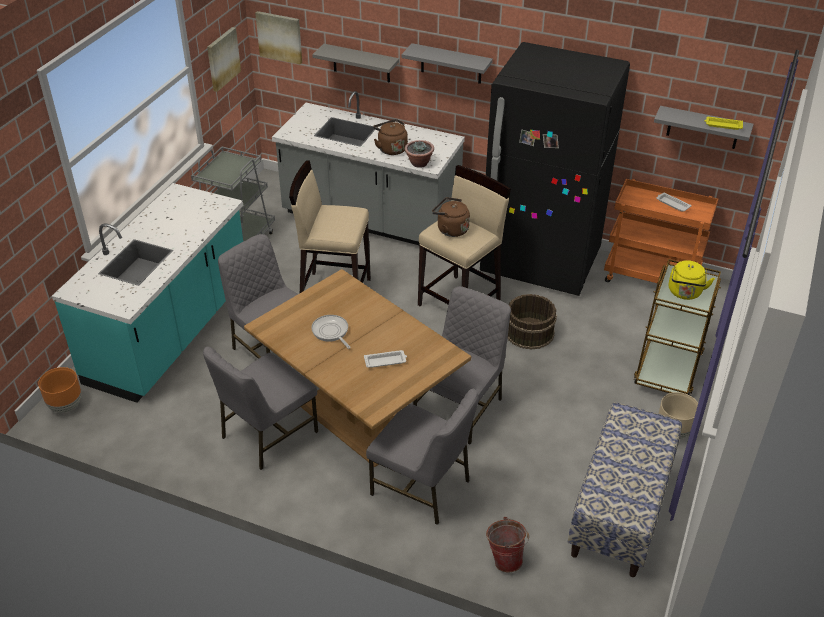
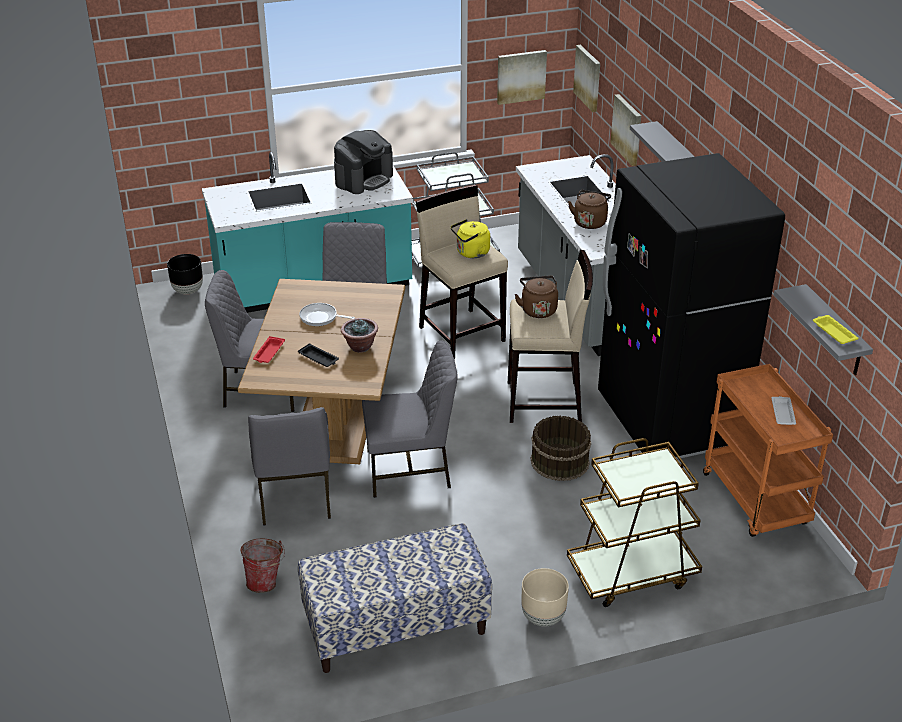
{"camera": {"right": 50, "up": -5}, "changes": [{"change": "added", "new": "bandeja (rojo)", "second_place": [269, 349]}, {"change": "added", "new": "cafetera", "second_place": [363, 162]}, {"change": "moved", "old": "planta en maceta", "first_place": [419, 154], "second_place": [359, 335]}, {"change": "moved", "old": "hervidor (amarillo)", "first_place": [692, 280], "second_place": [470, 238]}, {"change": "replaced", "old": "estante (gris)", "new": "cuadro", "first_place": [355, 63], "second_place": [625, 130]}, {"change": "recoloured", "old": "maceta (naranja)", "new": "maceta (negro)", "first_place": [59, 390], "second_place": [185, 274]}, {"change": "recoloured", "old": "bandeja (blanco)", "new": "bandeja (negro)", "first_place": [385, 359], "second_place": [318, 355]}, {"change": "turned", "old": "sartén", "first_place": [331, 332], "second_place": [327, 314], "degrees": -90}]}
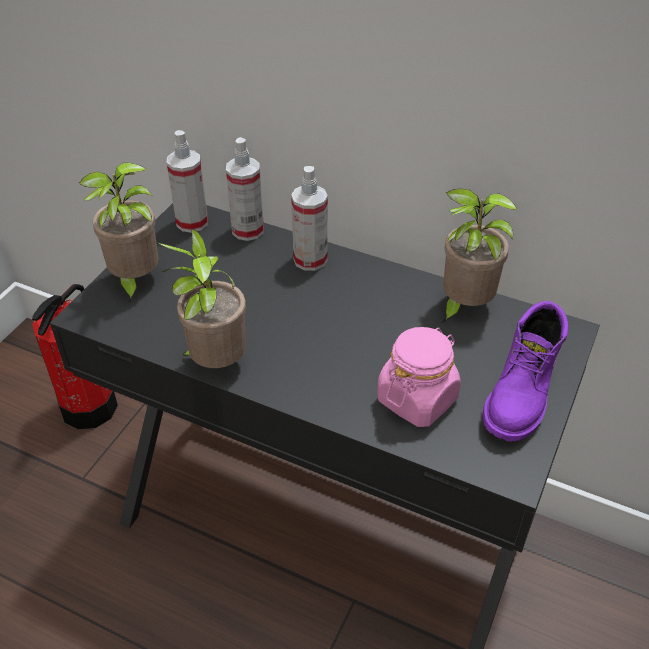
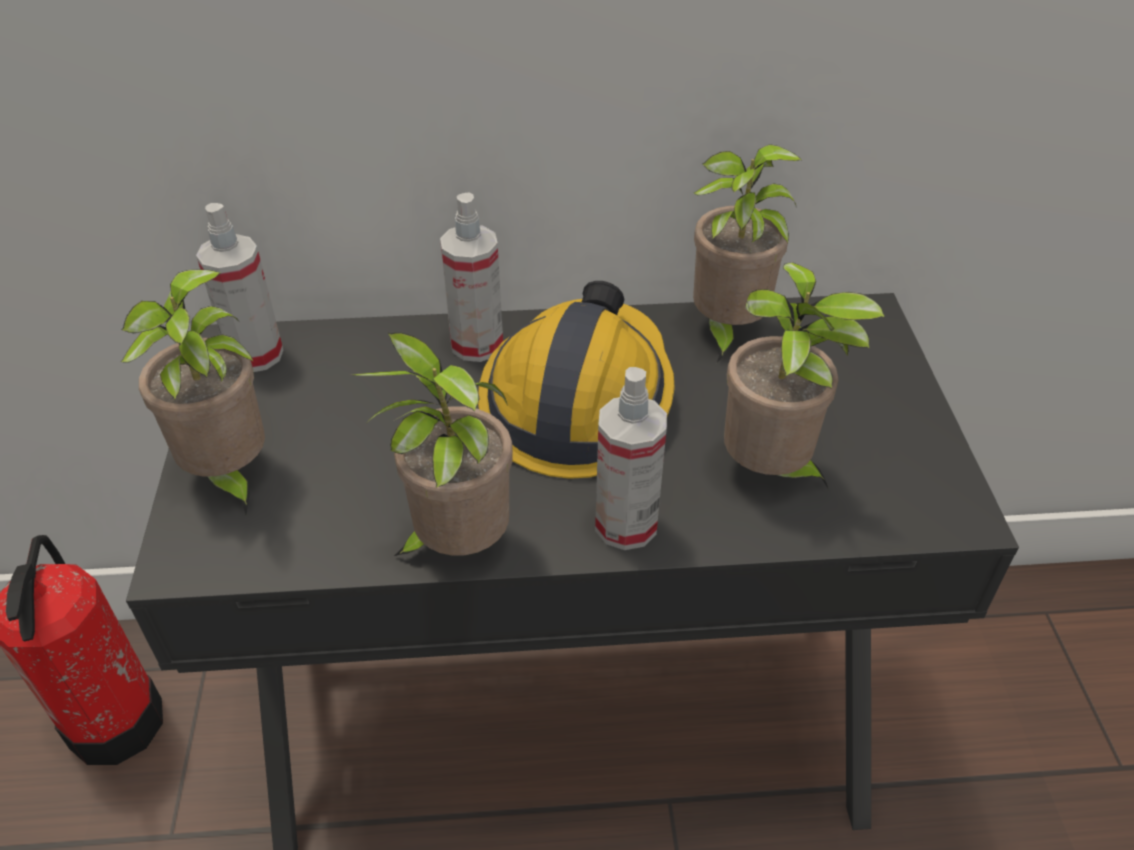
{"camera": {"right": -30, "up": 0}, "changes": [{"change": "removed", "old": "bota (morado)", "first_place": [526, 371]}, {"change": "added", "new": "casco", "second_place": [576, 380]}, {"change": "moved", "old": "pulverizador", "first_place": [245, 189], "second_place": [631, 458]}, {"change": "replaced", "old": "tarro (rosa)", "new": "planta en maceta", "first_place": [419, 377], "second_place": [804, 375]}]}
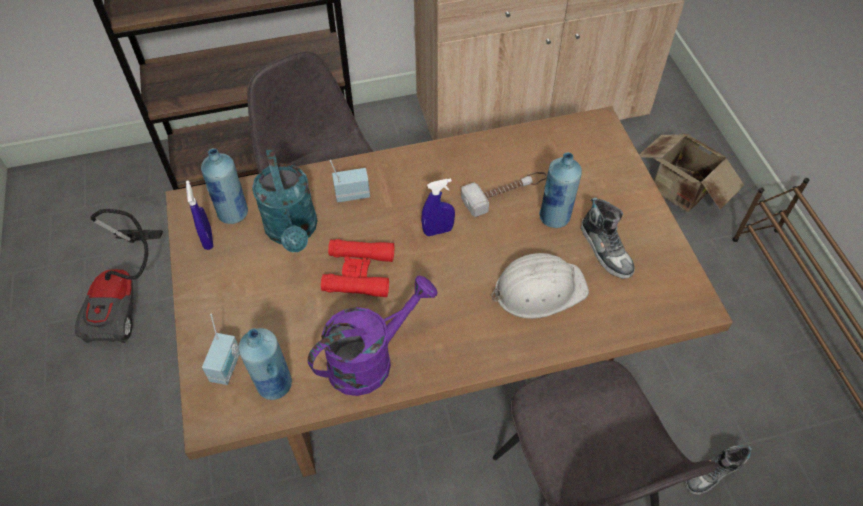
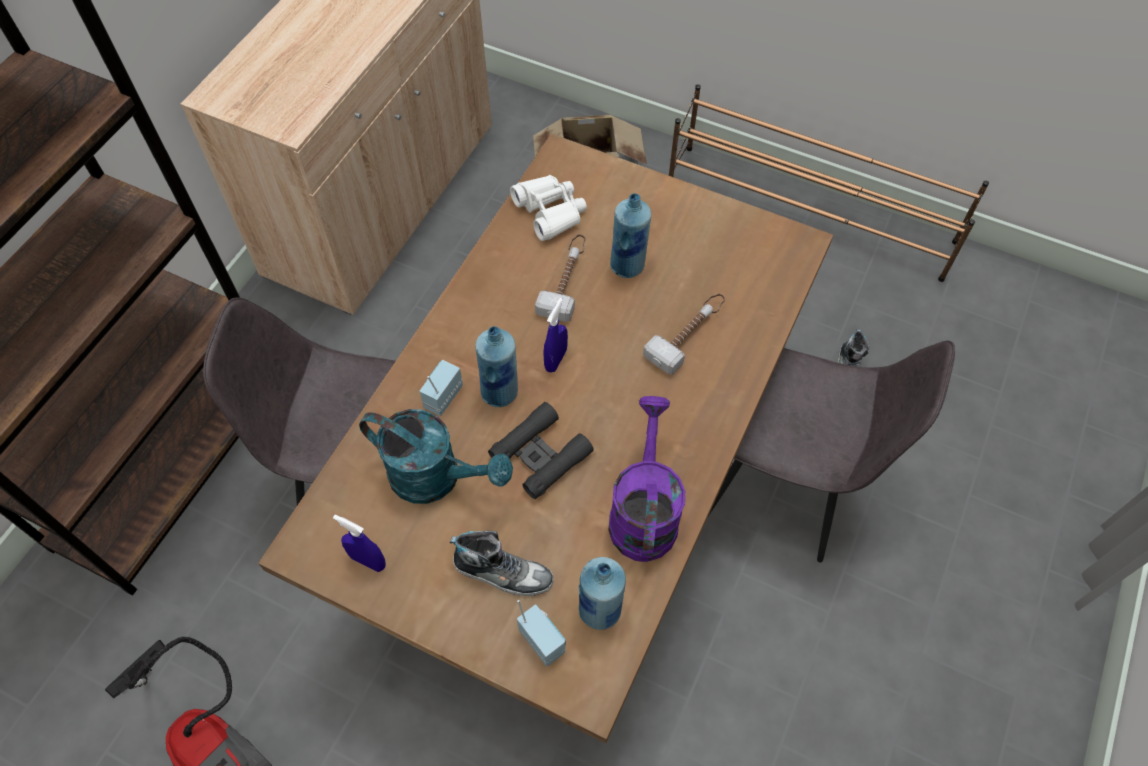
{"camera": {"right": -50, "up": 5}, "changes": [{"change": "added", "new": "prismáticos (blanco)", "second_place": [548, 208]}, {"change": "moved", "old": "botella (azul)", "first_place": [224, 186], "second_place": [496, 366]}, {"change": "moved", "old": "zapato", "first_place": [608, 238], "second_place": [501, 563]}, {"change": "replaced", "old": "casco (blanco)", "new": "martillo", "first_place": [540, 286], "second_place": [684, 334]}, {"change": "recoloured", "old": "prismáticos (rojo)", "new": "prismáticos (negro)", "first_place": [357, 268], "second_place": [541, 450]}]}
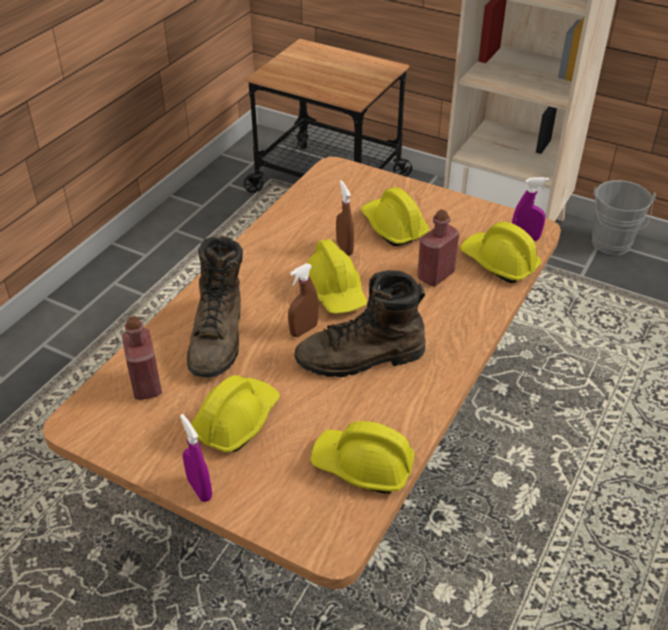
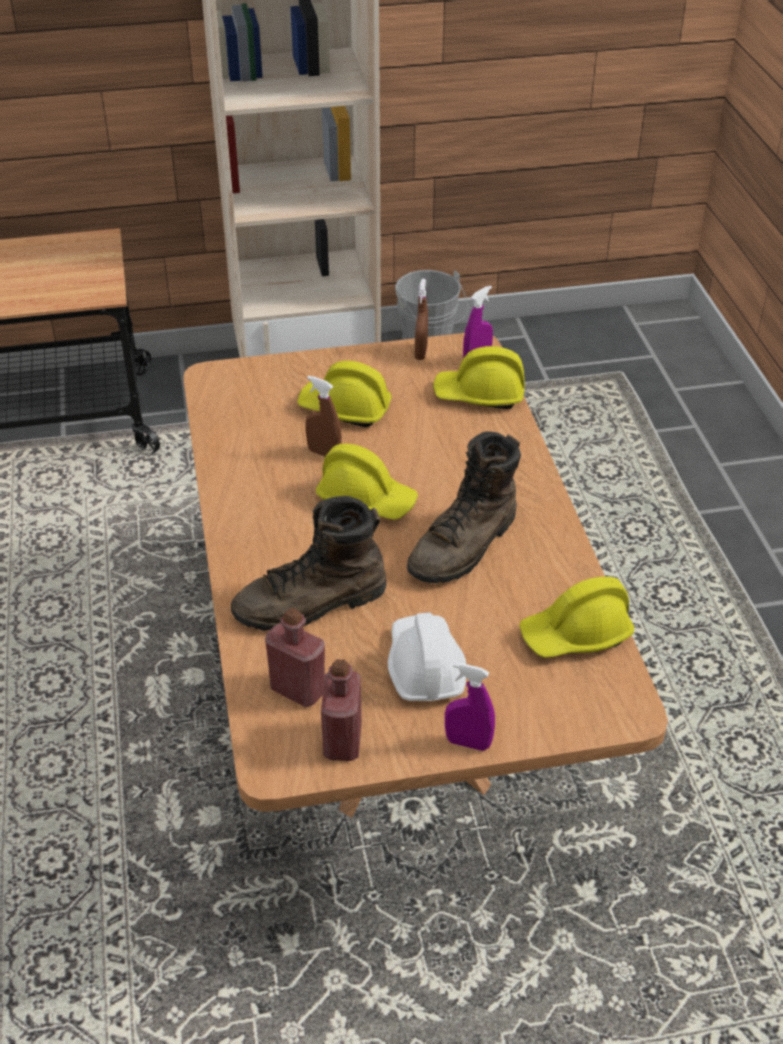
{"camera": {"right": -40, "up": 0}, "changes": [{"change": "moved", "old": "pulverizador (marrón)", "first_place": [303, 300], "second_place": [421, 319]}, {"change": "moved", "old": "botella (rojo)", "first_place": [438, 247], "second_place": [341, 710]}, {"change": "recoloured", "old": "casco (amarillo)", "new": "casco (blanco)", "first_place": [235, 413], "second_place": [427, 656]}, {"change": "turned", "old": "bota (marrón)", "first_place": [215, 307], "second_place": [308, 563], "degrees": 105}]}
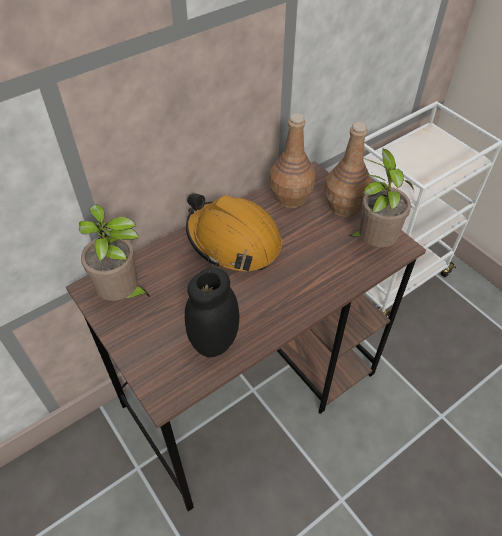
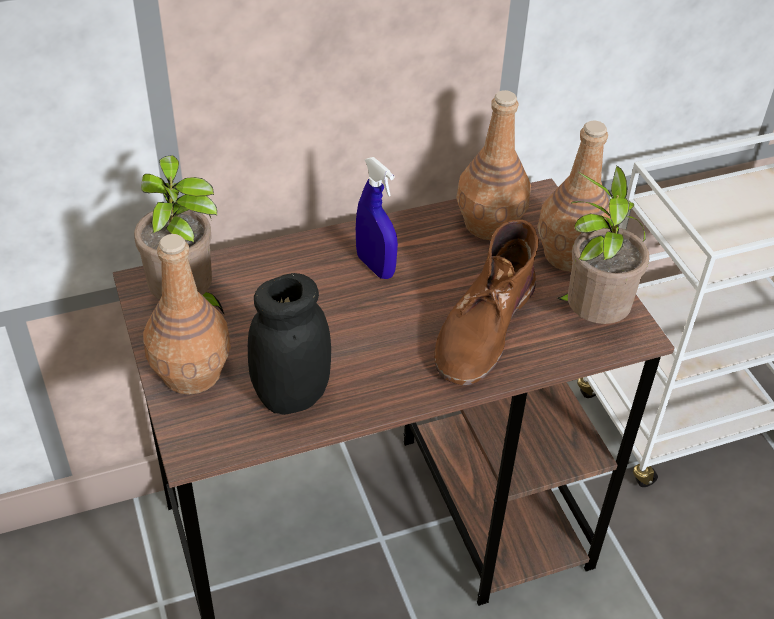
{"camera": {"right": 15, "up": -5}, "changes": [{"change": "added", "new": "botella (marrón)", "second_place": [187, 314]}, {"change": "added", "new": "bota (marrón)", "second_place": [486, 302]}, {"change": "replaced", "old": "casco (naranja)", "new": "pulverizador (azul)", "first_place": [234, 232], "second_place": [377, 218]}]}
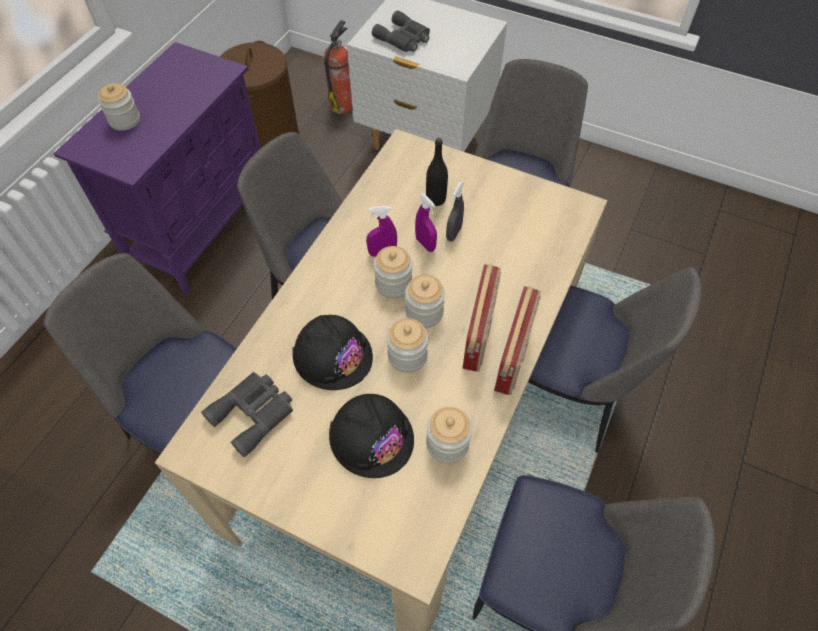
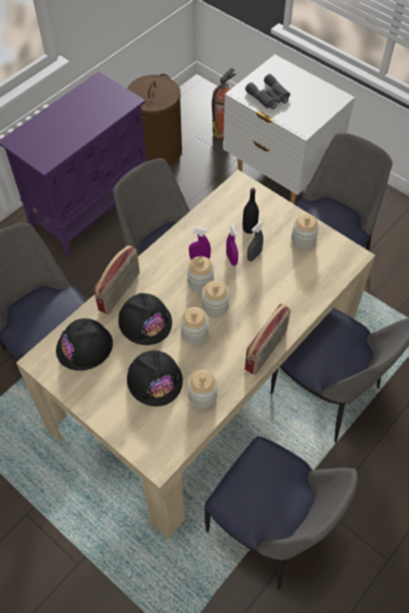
{"camera": {"right": 15, "up": 0}, "changes": [{"change": "moved", "old": "tarro", "first_place": [119, 107], "second_place": [305, 232]}, {"change": "moved", "old": "radio", "first_place": [481, 318], "second_place": [117, 280]}, {"change": "replaced", "old": "prismáticos (gris)", "new": "casco (negro)", "first_place": [247, 414], "second_place": [84, 344]}]}
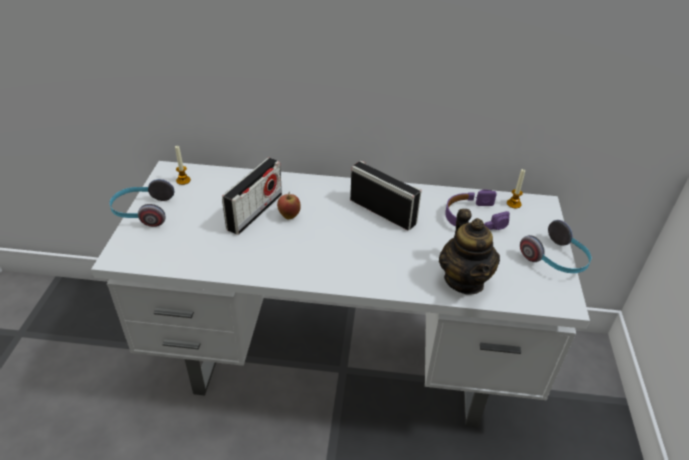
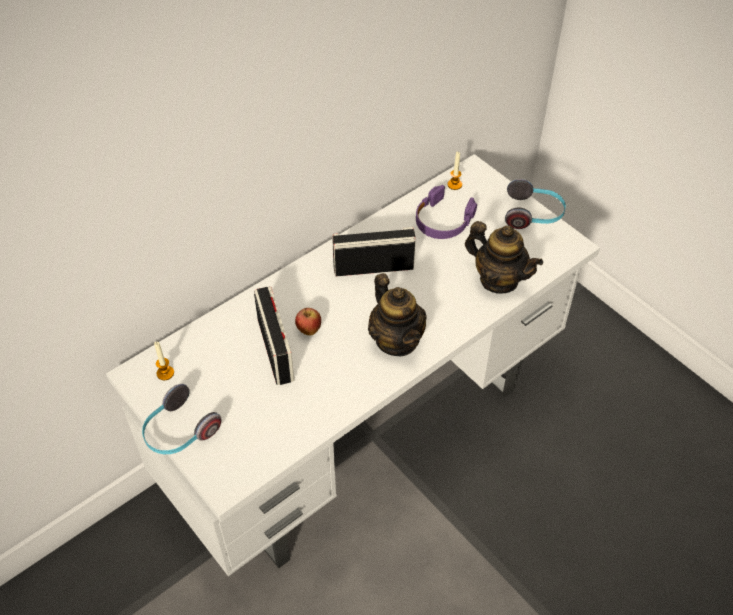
{"camera": {"right": -45, "up": 10}, "changes": [{"change": "added", "new": "tetera", "second_place": [397, 314]}]}
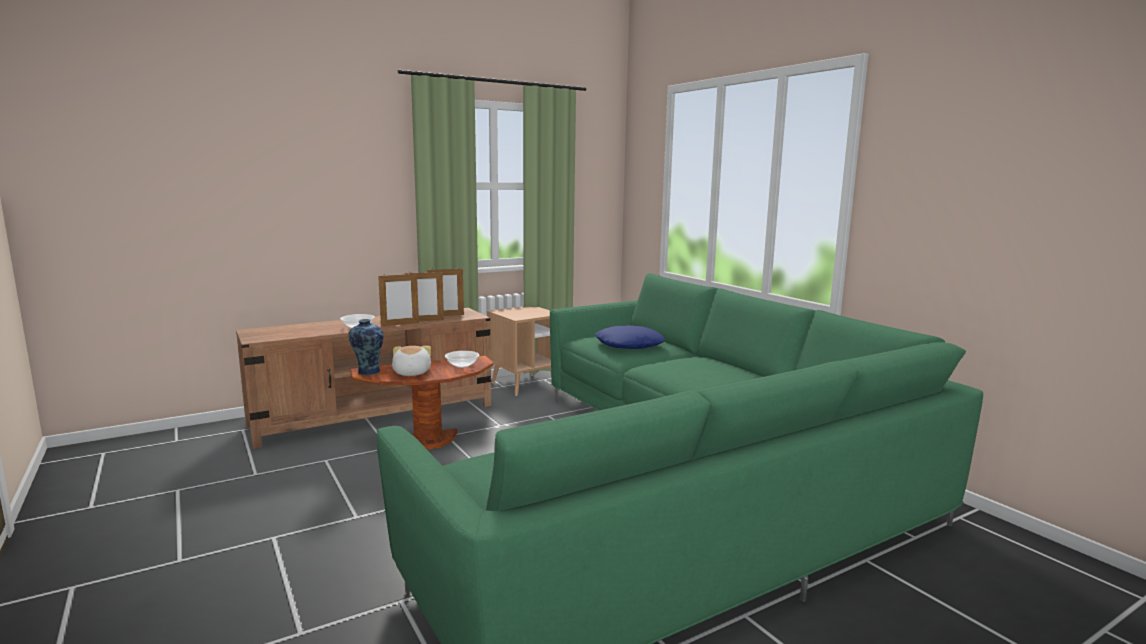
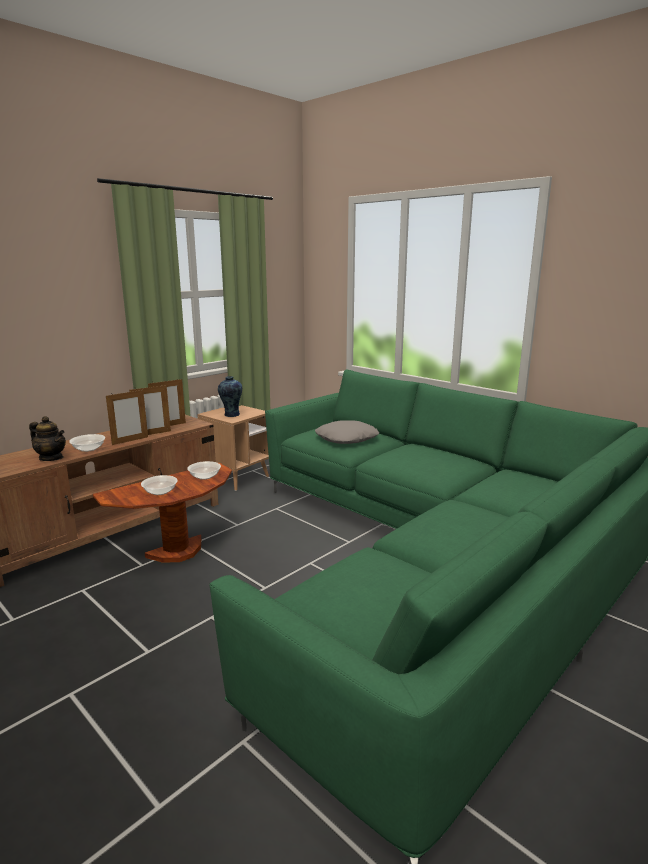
{"camera": {"right": -15, "up": 5}, "changes": [{"change": "added", "new": "tetera", "second_place": [47, 438]}, {"change": "moved", "old": "florero", "first_place": [366, 347], "second_place": [230, 396]}, {"change": "replaced", "old": "peluche", "new": "cuenco", "first_place": [411, 361], "second_place": [159, 485]}, {"change": "recoloured", "old": "cojín (azul)", "new": "cojín (gris)", "first_place": [630, 337], "second_place": [347, 432]}]}
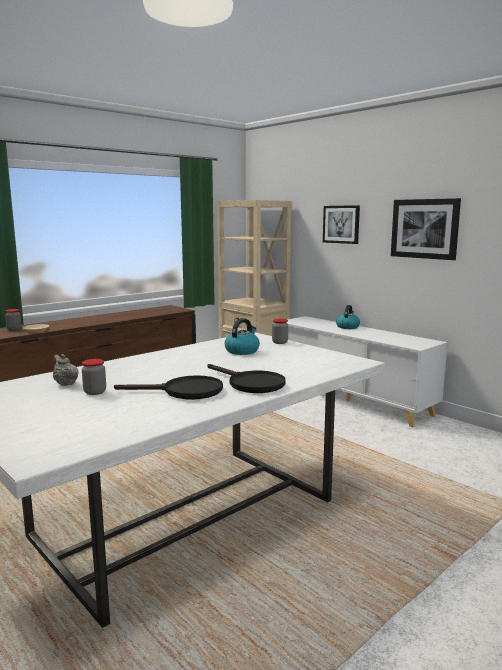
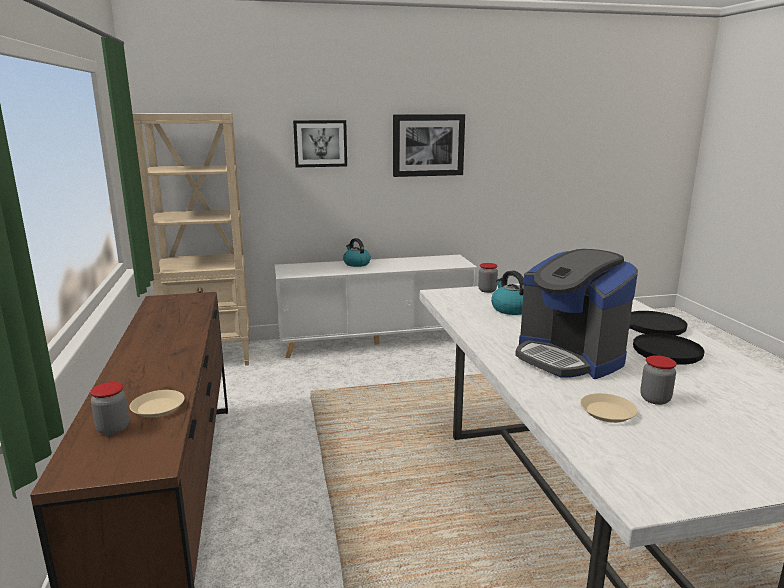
{"camera": {"right": -60, "up": 5}, "changes": [{"change": "added", "new": "cafetera", "second_place": [576, 314]}, {"change": "replaced", "old": "tetera (beis)", "new": "plato (beis)", "first_place": [66, 370], "second_place": [609, 408]}]}
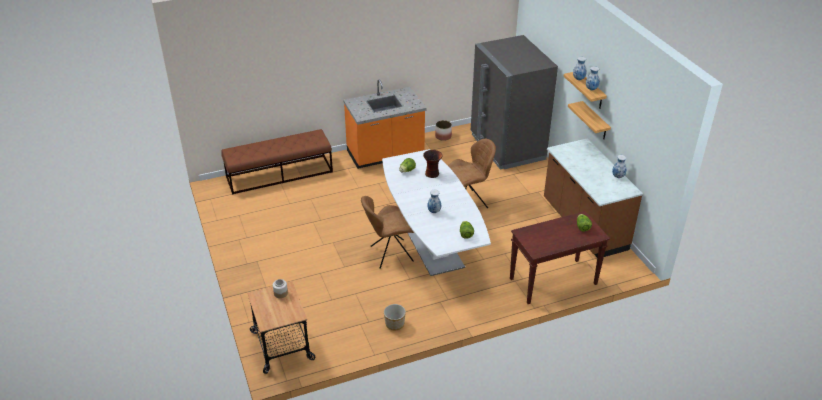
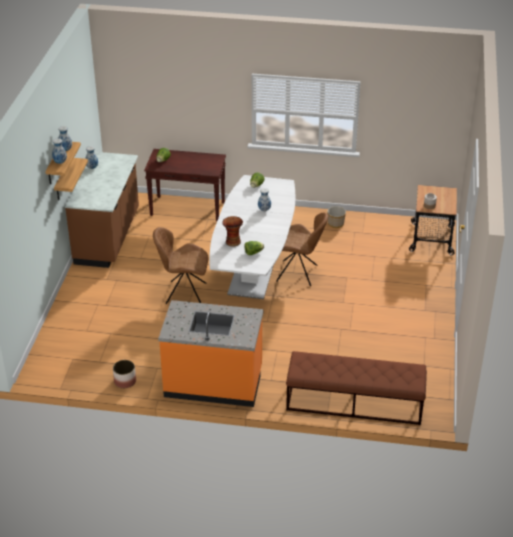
{"camera": {"right": -150, "up": 0}, "changes": [{"change": "removed", "old": "nevera (gris)", "first_place": [514, 102]}]}
